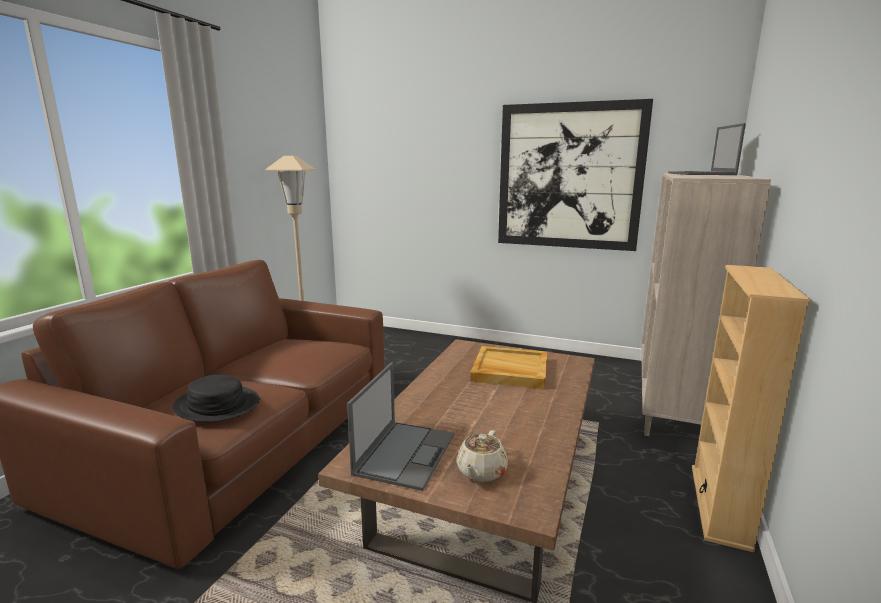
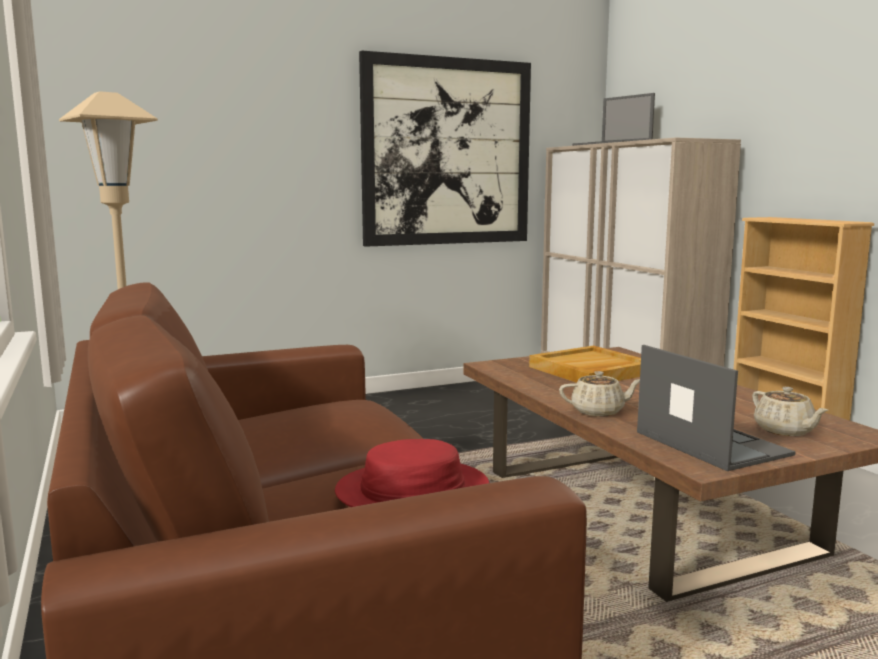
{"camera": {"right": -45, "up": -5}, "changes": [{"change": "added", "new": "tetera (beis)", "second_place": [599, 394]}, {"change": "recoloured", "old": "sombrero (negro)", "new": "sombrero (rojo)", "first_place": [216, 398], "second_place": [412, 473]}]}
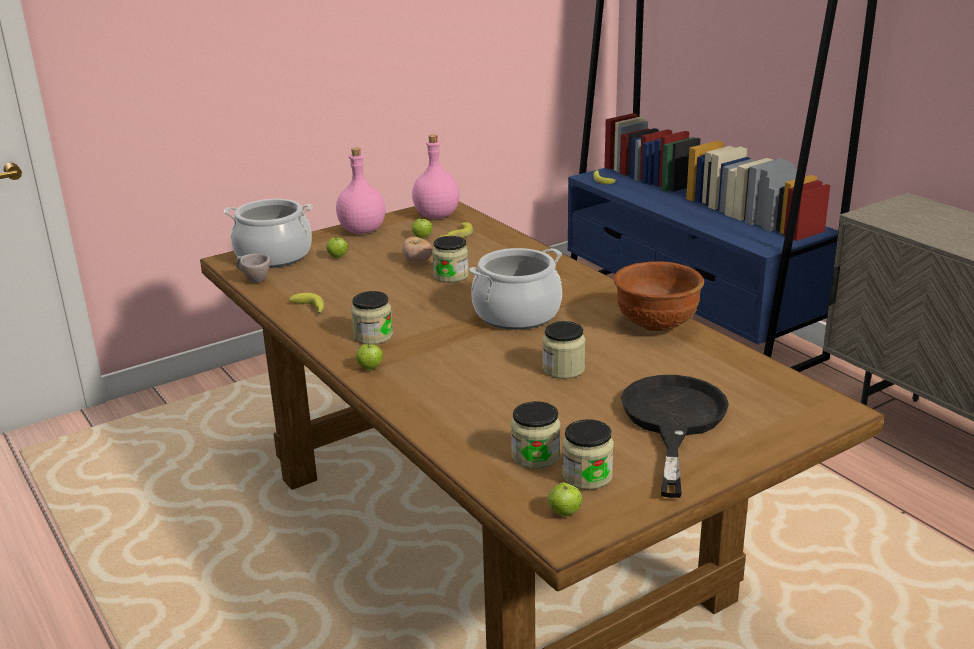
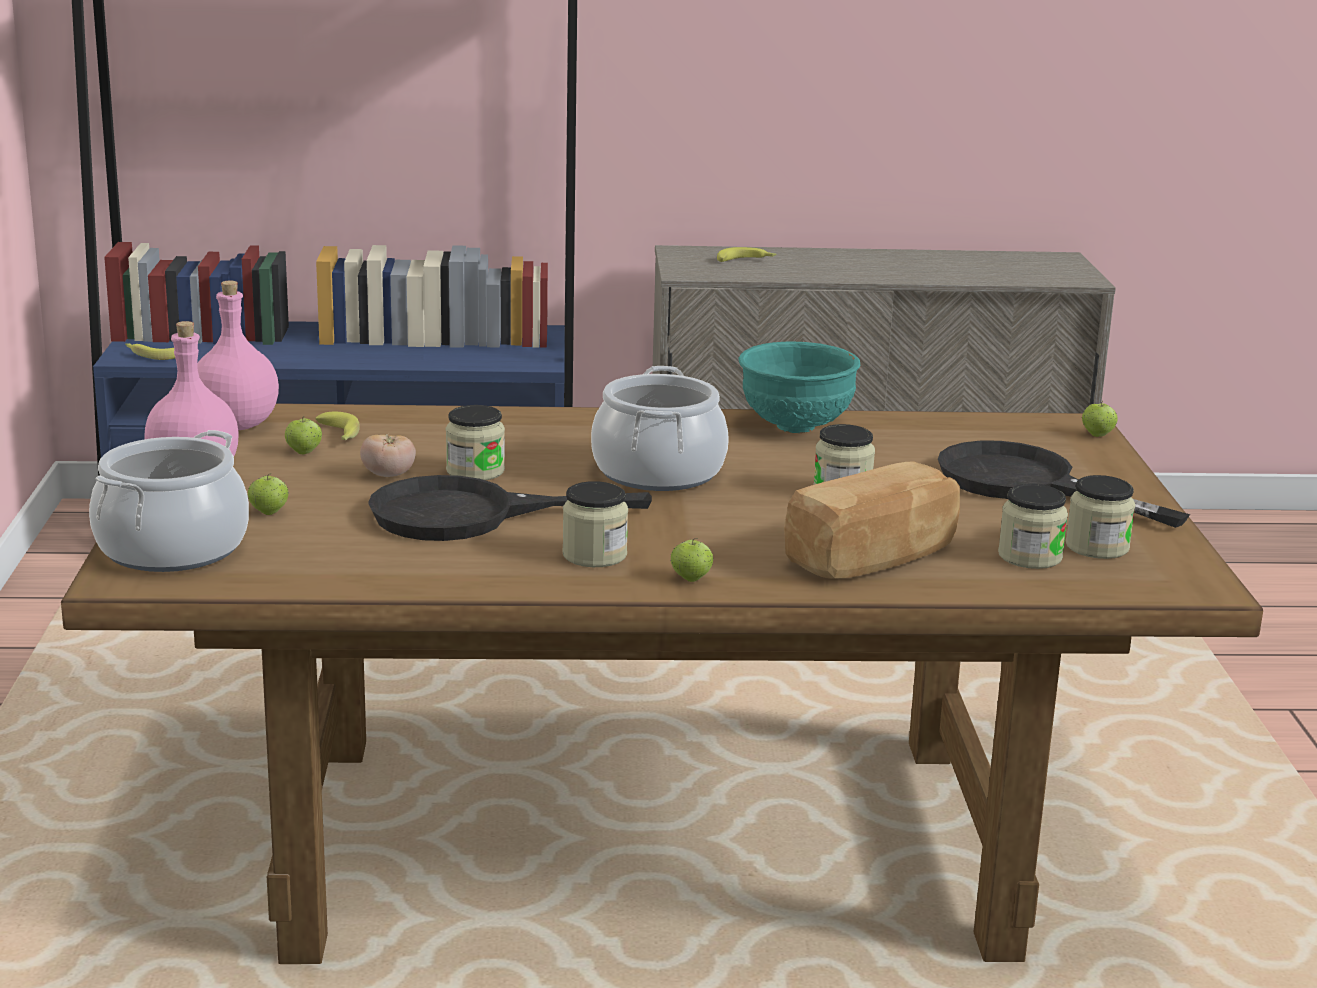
{"camera": {"right": -60, "up": -5}, "changes": [{"change": "removed", "old": "taza (beis)", "first_place": [252, 268]}, {"change": "added", "new": "sartén (negro)", "second_place": [510, 508]}, {"change": "added", "new": "pan", "second_place": [872, 519]}, {"change": "moved", "old": "plátano", "first_place": [306, 303], "second_place": [746, 254]}, {"change": "moved", "old": "manzana", "first_place": [565, 499], "second_place": [1100, 419]}, {"change": "recoloured", "old": "cuenco (marrón)", "new": "cuenco (turquesa)", "first_place": [659, 296], "second_place": [799, 387]}]}
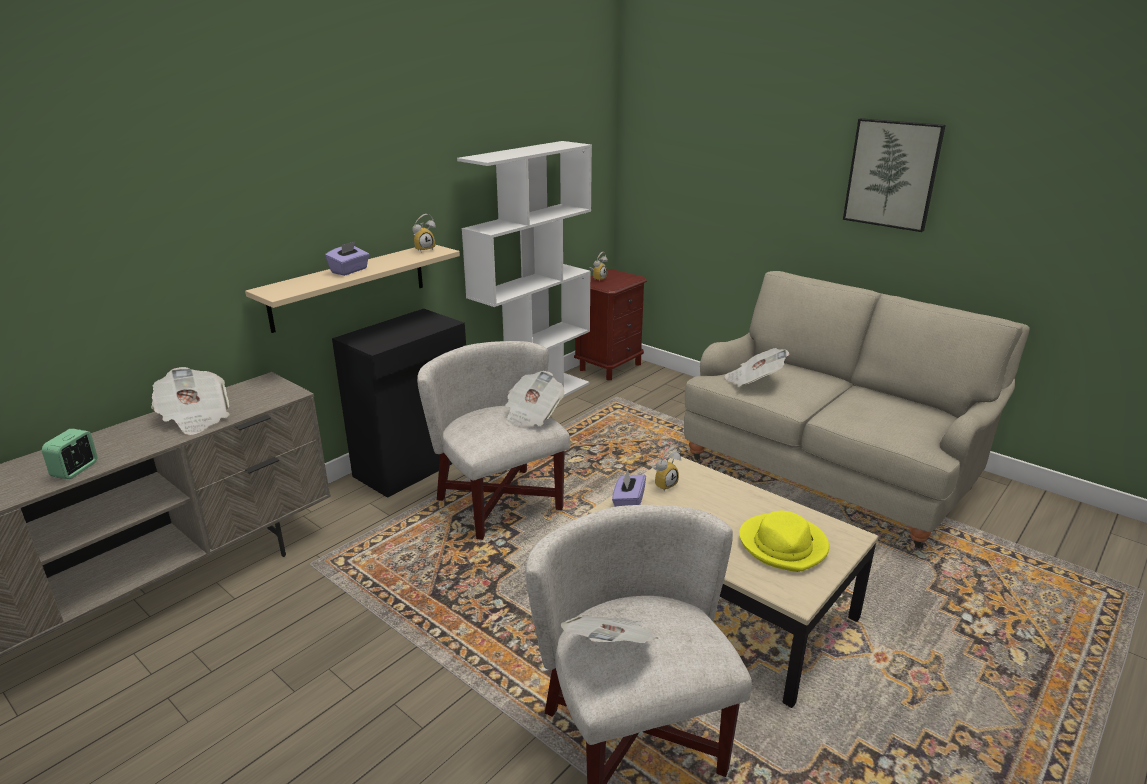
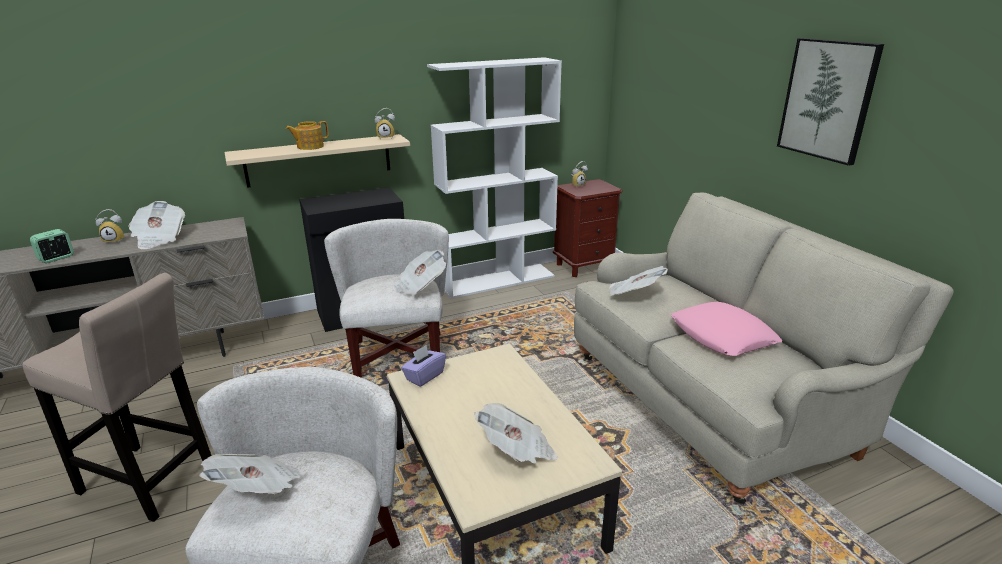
{"camera": {"right": 25, "up": 0}, "changes": [{"change": "added", "new": "taburete (beis)", "second_place": [117, 397]}, {"change": "added", "new": "cojín (rosa)", "second_place": [727, 329]}, {"change": "moved", "old": "despertador", "first_place": [666, 469], "second_place": [110, 226]}, {"change": "replaced", "old": "caja de pañuelos (morado)", "new": "tetera", "first_place": [347, 258], "second_place": [307, 135]}, {"change": "replaced", "old": "sombrero (amarillo)", "new": "periódico", "first_place": [784, 541], "second_place": [516, 433]}]}
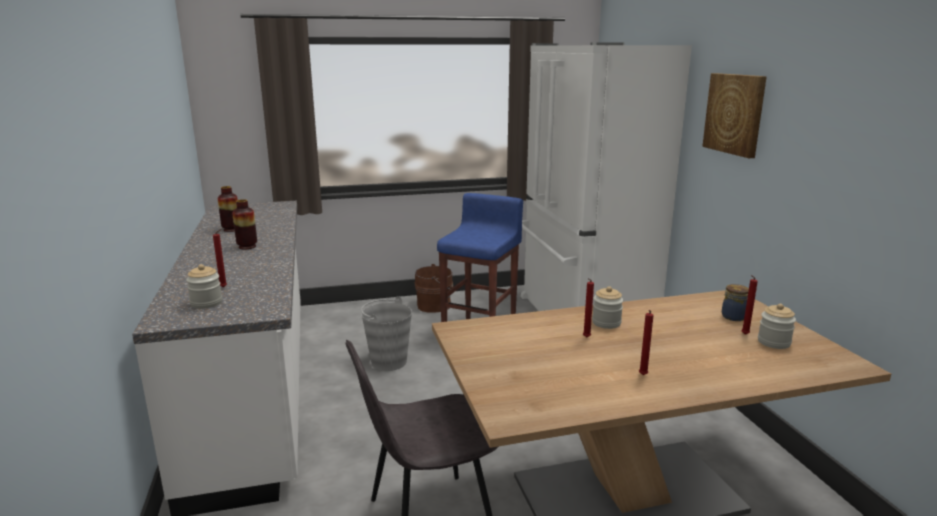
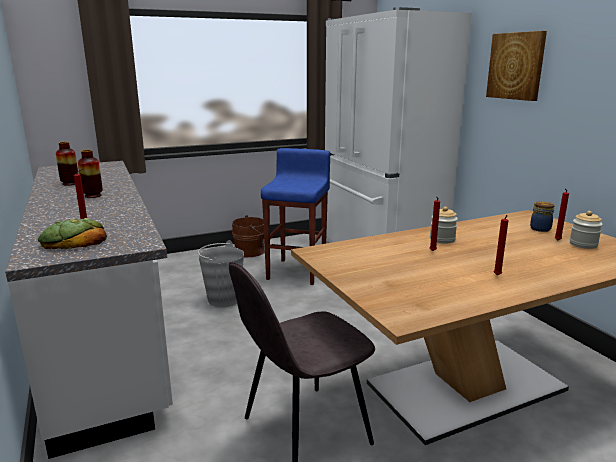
{"camera": {"right": -10, "up": 0}, "changes": [{"change": "replaced", "old": "tarro", "new": "pan", "first_place": [204, 286], "second_place": [72, 233]}]}
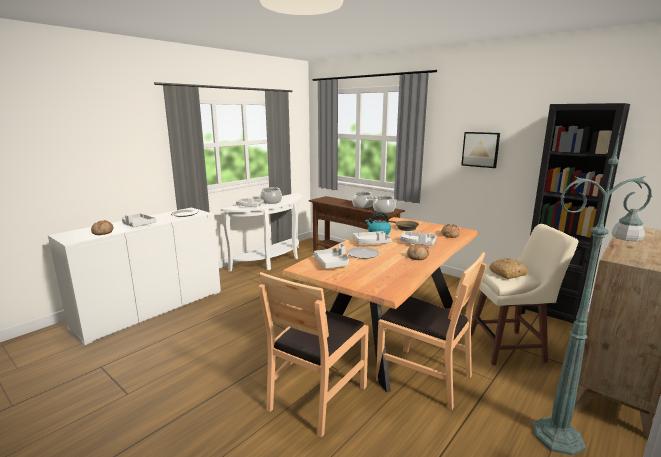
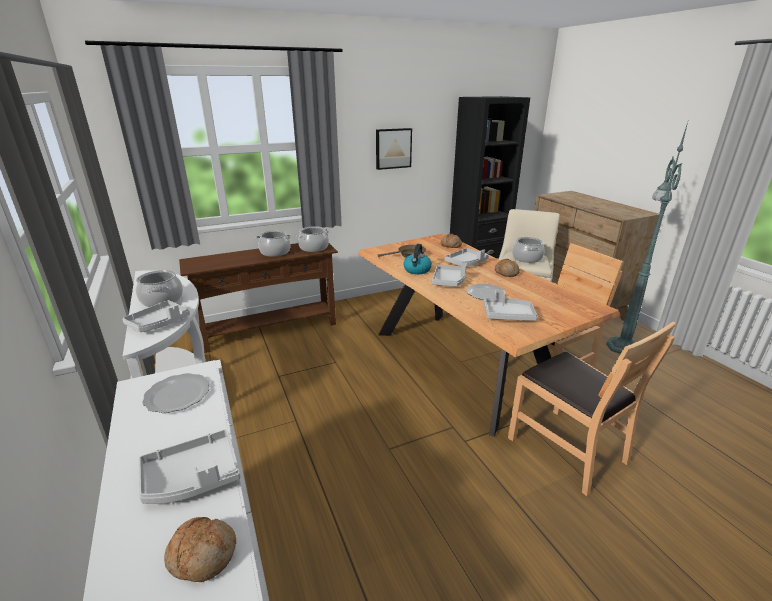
{"camera": {"right": -65, "up": 10}, "changes": [{"change": "replaced", "old": "pan", "new": "olla", "first_place": [508, 268], "second_place": [528, 250]}]}
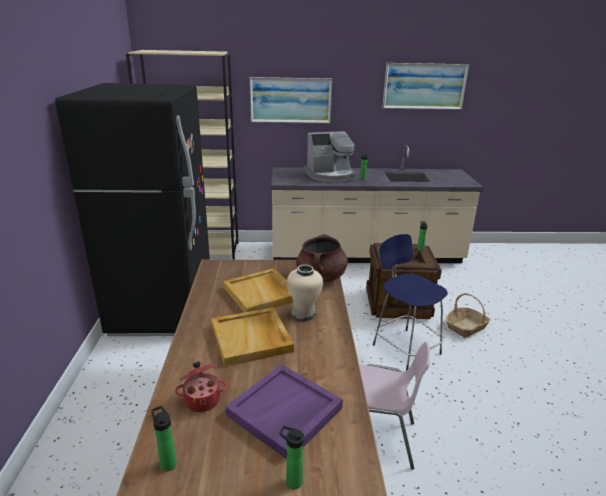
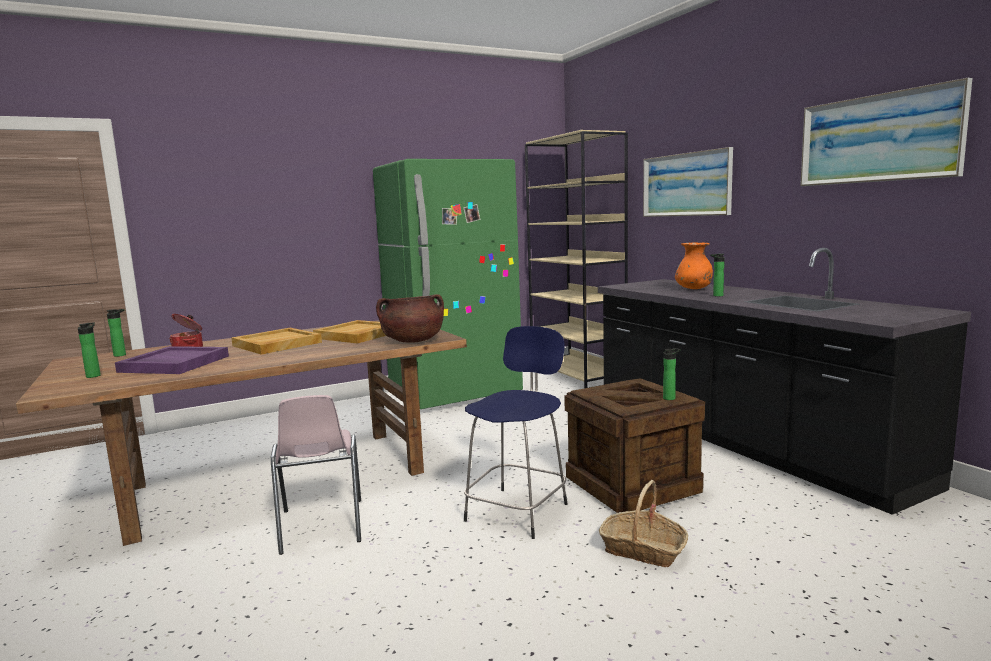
{"camera": {"right": 65, "up": -15}, "changes": [{"change": "removed", "old": "florero (beis)", "first_place": [305, 292]}, {"change": "replaced", "old": "cafetera", "new": "florero (naranja)", "first_place": [329, 156], "second_place": [694, 265]}, {"change": "recoloured", "old": "nevera (negro)", "new": "nevera (verde)", "first_place": [132, 209], "second_place": [448, 284]}, {"change": "recoloured", "old": "mueble bajo de cocina (beis)", "new": "mueble bajo de cocina (negro)", "first_place": [377, 204], "second_place": [784, 381]}]}
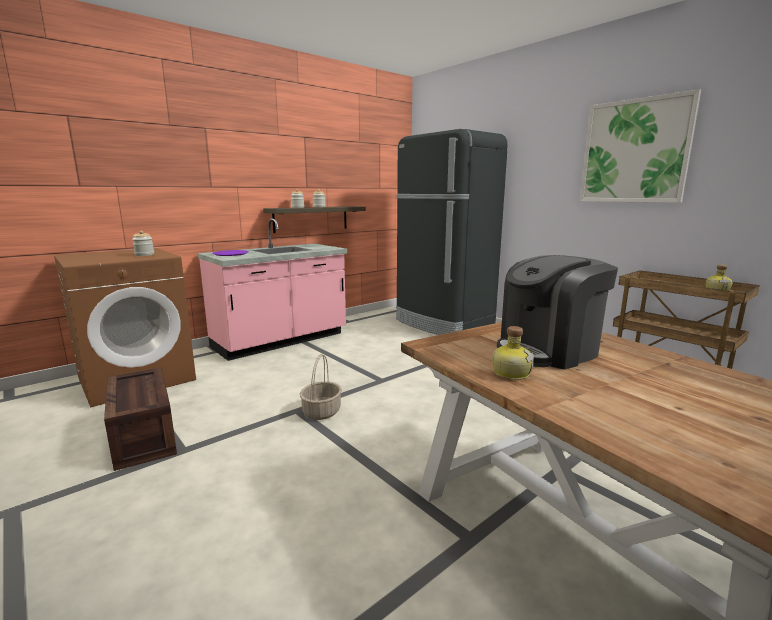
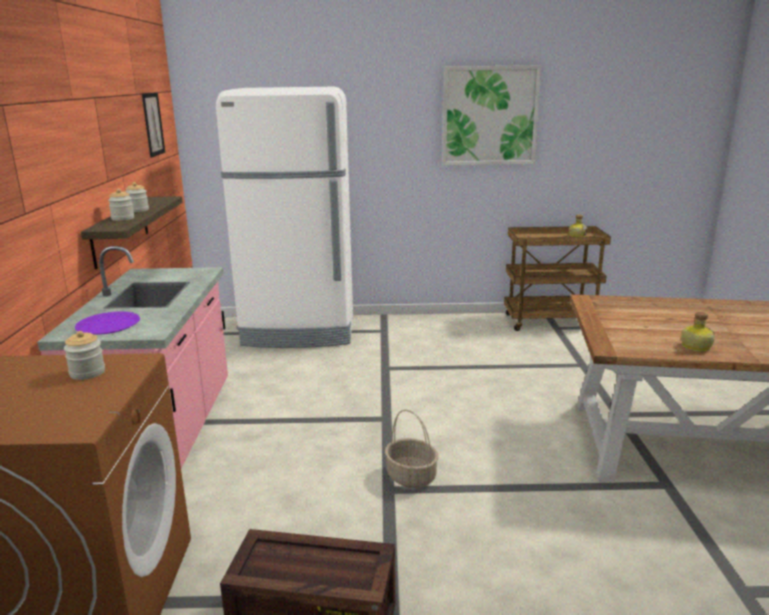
{"camera": {"right": -50, "up": 5}, "changes": [{"change": "removed", "old": "cafetera", "first_place": [557, 312]}, {"change": "added", "new": "cuadro", "second_place": [153, 125]}, {"change": "recoloured", "old": "nevera (negro)", "new": "nevera (blanco)", "first_place": [451, 232], "second_place": [284, 217]}]}
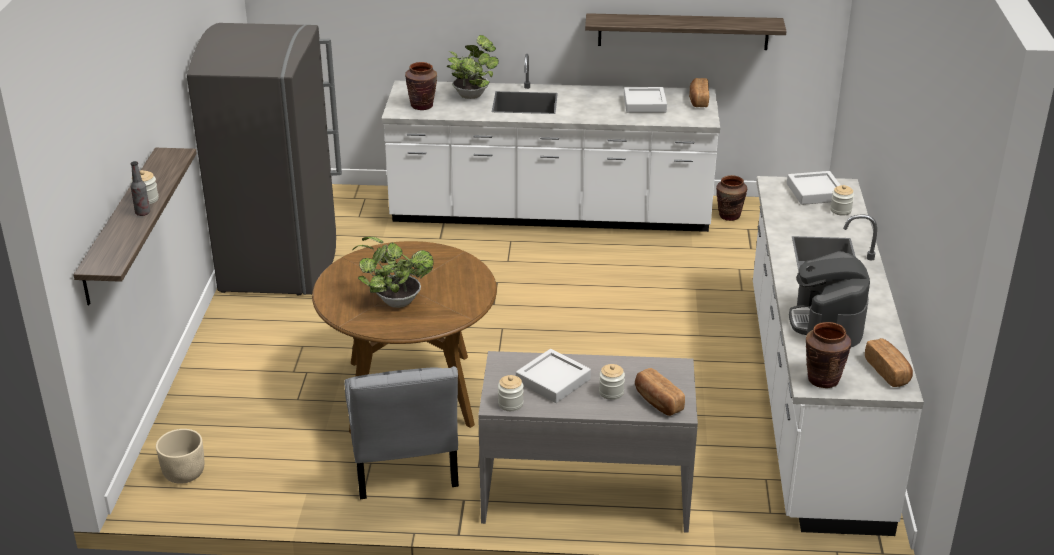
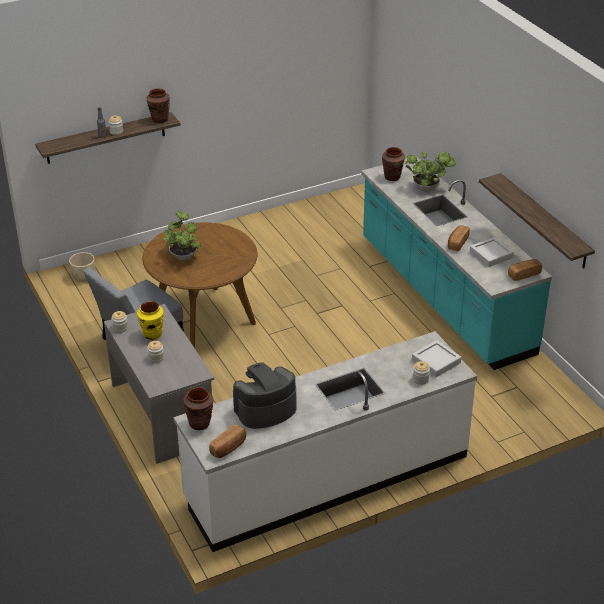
{"camera": {"right": 60, "up": 5}, "changes": [{"change": "removed", "old": "nevera (gris)", "first_place": [264, 159]}, {"change": "moved", "old": "pan", "first_place": [660, 392], "second_place": [459, 238]}, {"change": "moved", "old": "florero (marrón)", "first_place": [731, 198], "second_place": [158, 105]}, {"change": "replaced", "old": "bandeja (gris)", "new": "florero (amarillo)", "first_place": [553, 376], "second_place": [150, 320]}, {"change": "recoloured", "old": "mueble bajo de cocina (blanco)", "new": "mueble bajo de cocina (turquesa)", "first_place": [550, 143], "second_place": [456, 263]}]}
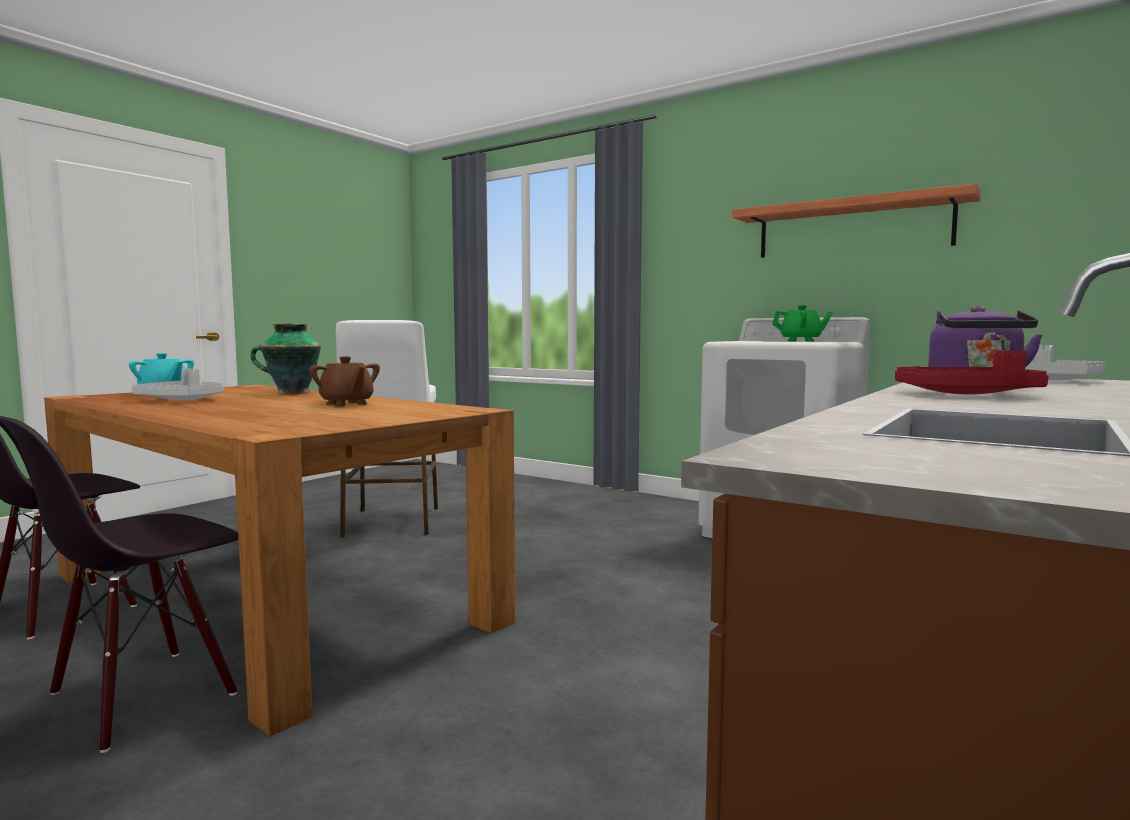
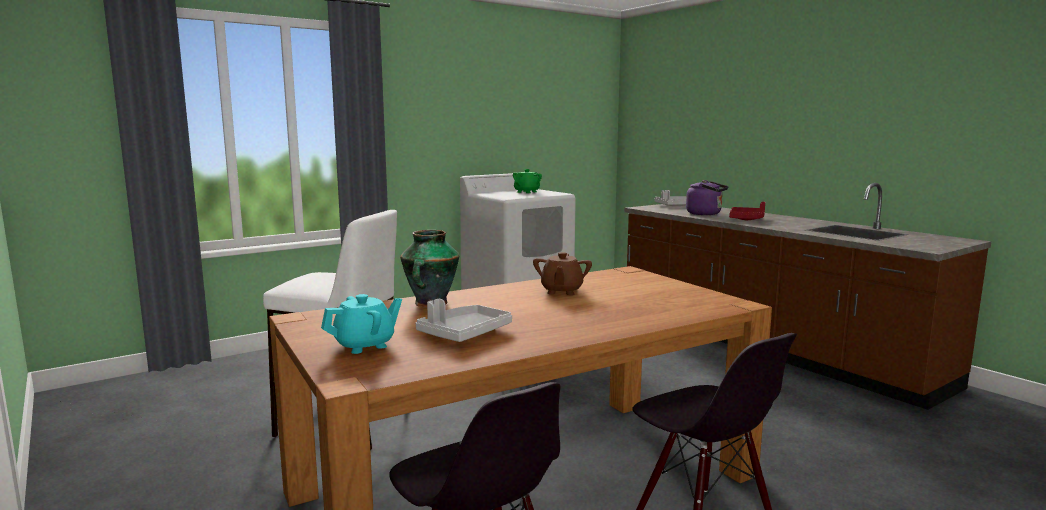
{"camera": {"right": -70, "up": 5}, "changes": [{"change": "removed", "old": "estante", "first_place": [856, 220]}, {"change": "turned", "old": "tetera (marrón)", "first_place": [344, 381], "second_place": [562, 273], "degrees": 120}]}
